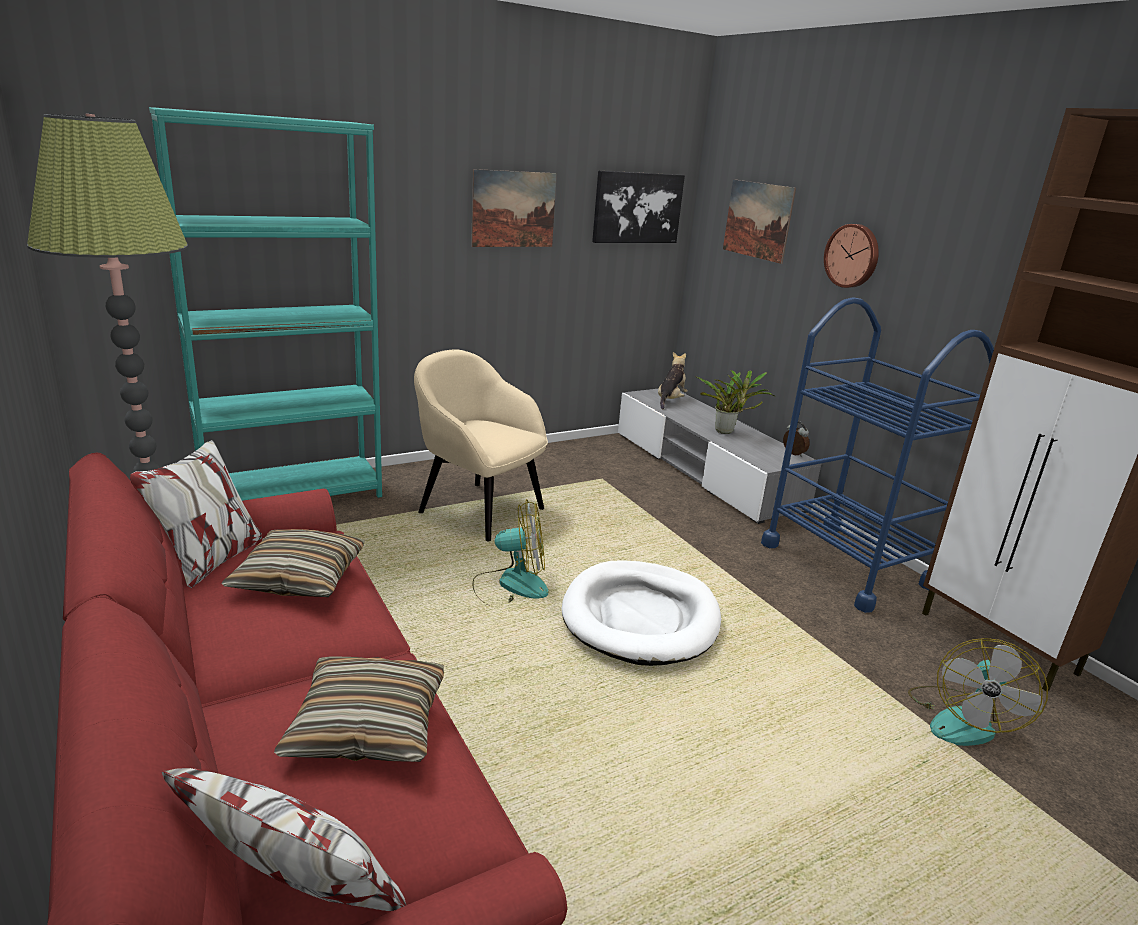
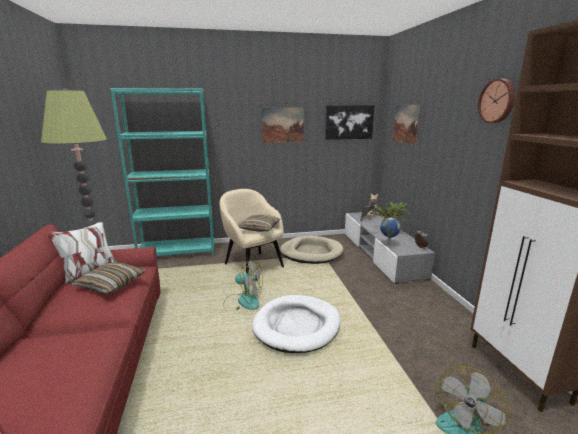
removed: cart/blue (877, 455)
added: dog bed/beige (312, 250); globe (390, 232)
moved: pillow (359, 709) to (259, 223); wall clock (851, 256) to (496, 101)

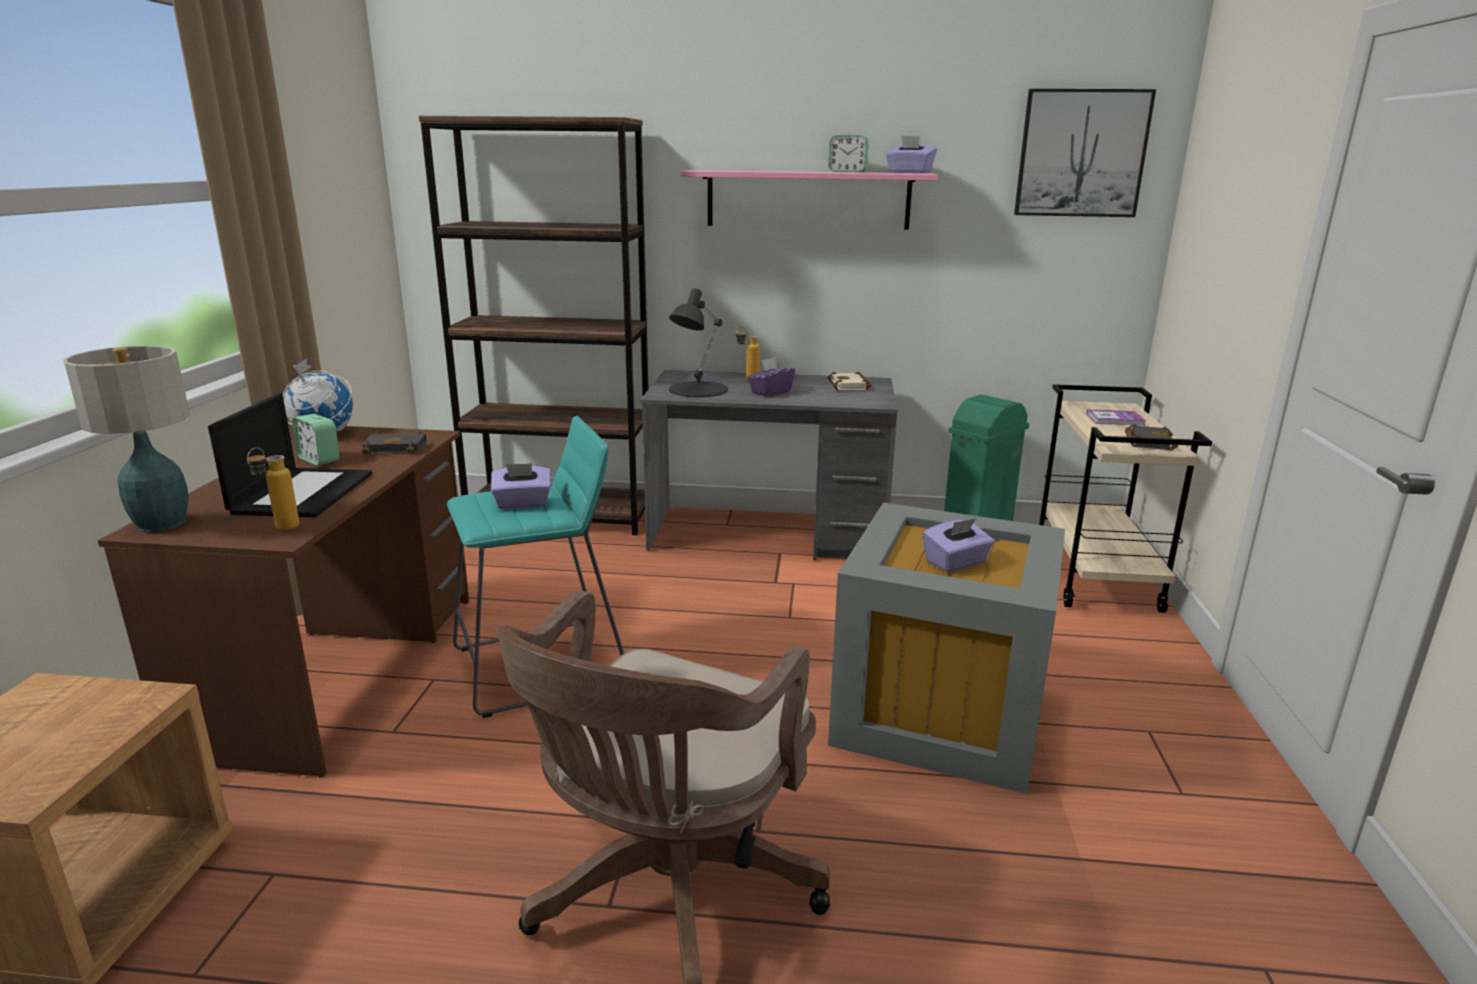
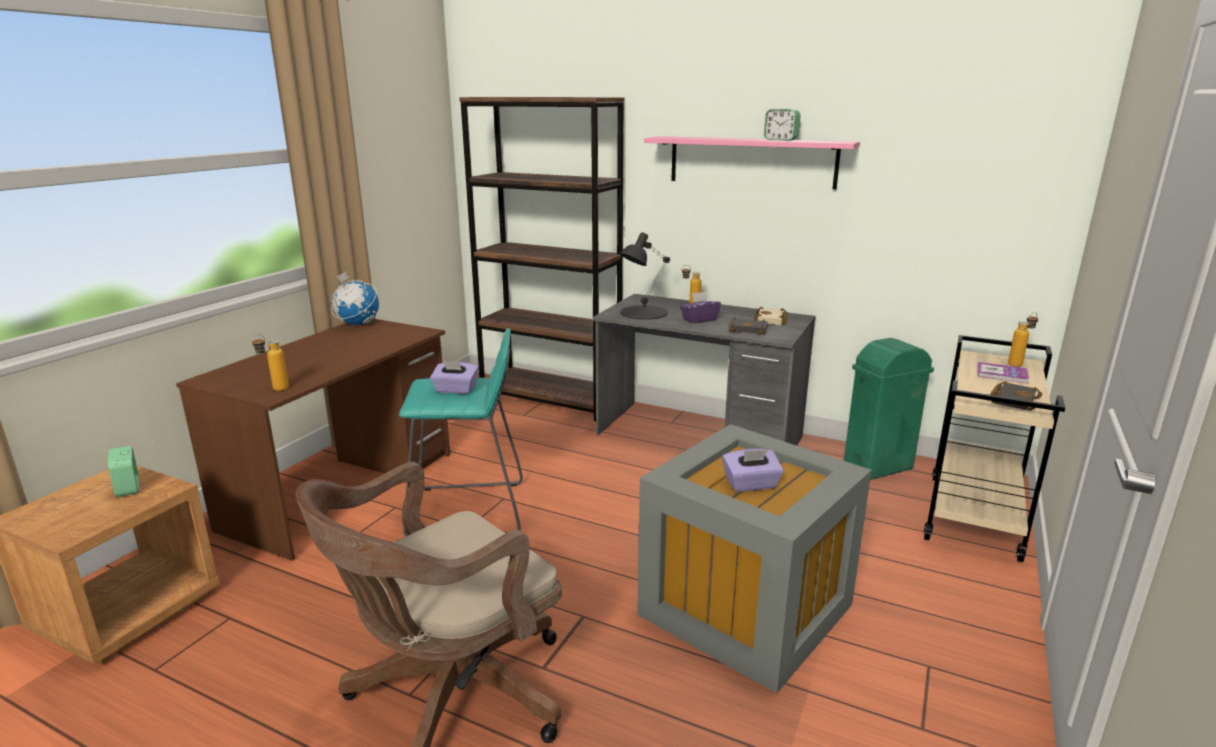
removed: table lamp (127, 438); laptop (290, 455); tissue box/purple (911, 154); picture (1085, 153)
added: bottle (1023, 339)
moved: alarm clock (315, 440) to (123, 471); book/black (394, 443) to (748, 326)

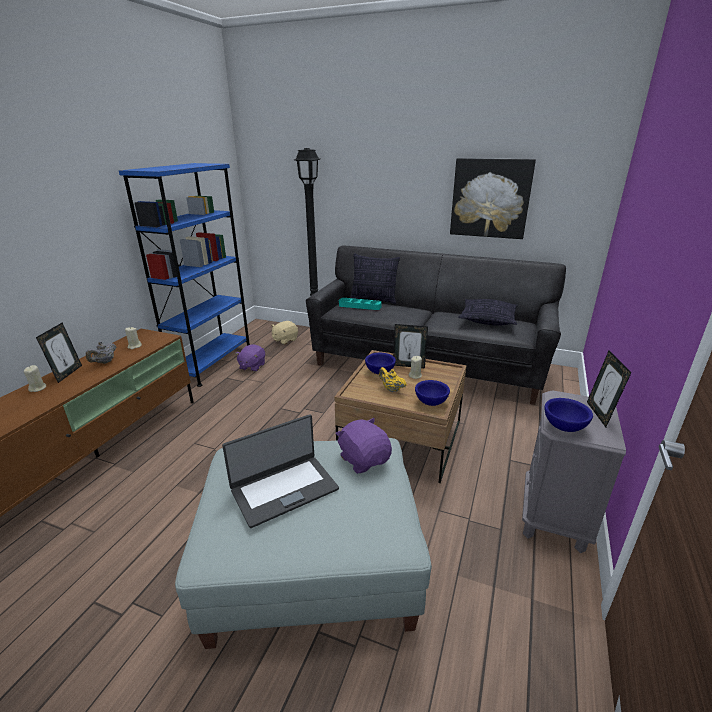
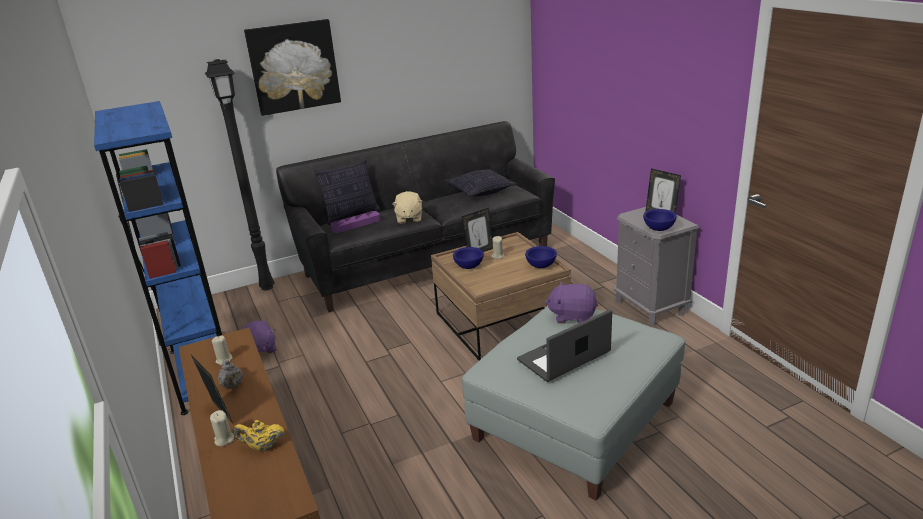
moved: plush toy/beige (284, 333) to (407, 207); teapot/yellow (393, 379) to (259, 435); picture (493, 198) to (292, 67)
recoloured: tray/turquoise (360, 304) to tray/purple (355, 222)
turned: laptop (280, 471) = (564, 345) 135 degrees counterclockwise

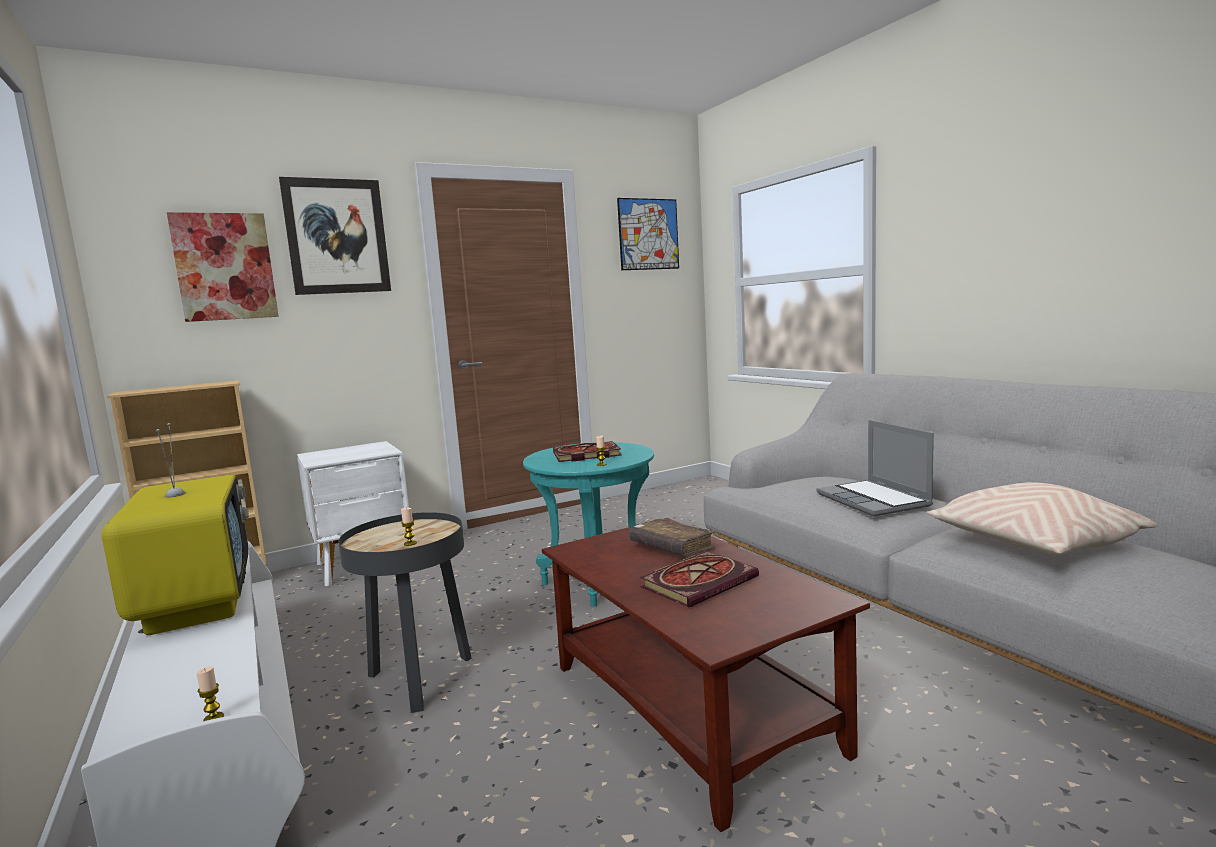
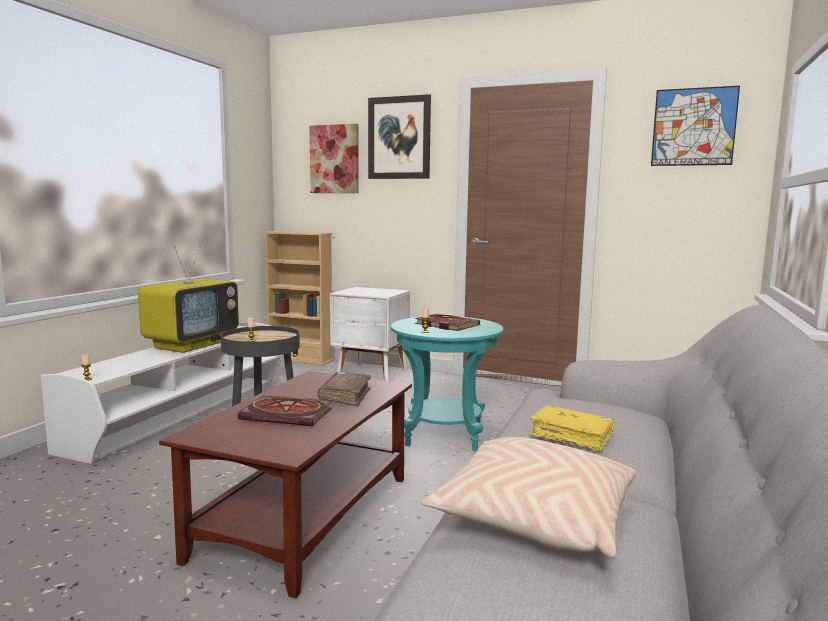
replaced: laptop (875, 468) to book/yellow (571, 428)

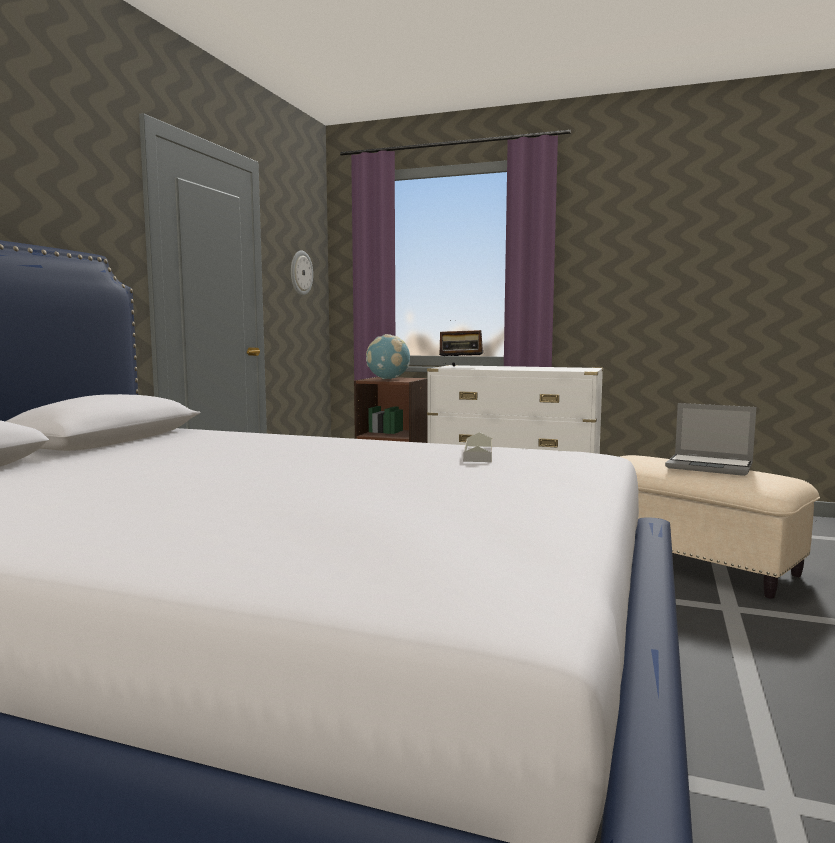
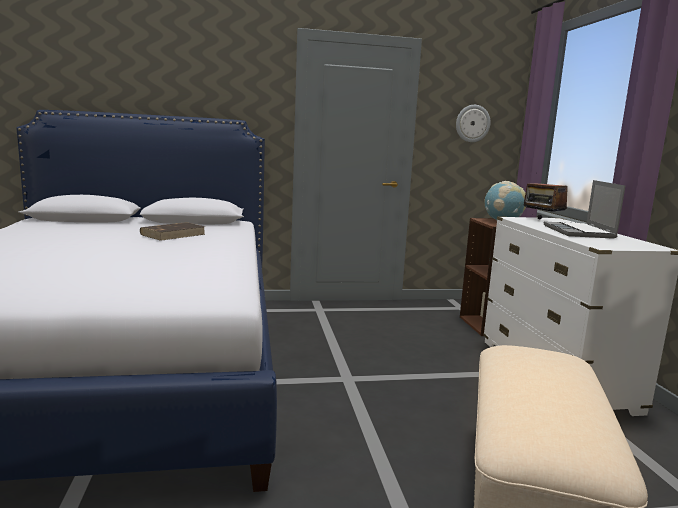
removed: tray/grey (477, 447)
added: book/brown (172, 231)
moved: laptop (710, 439) to (584, 209)

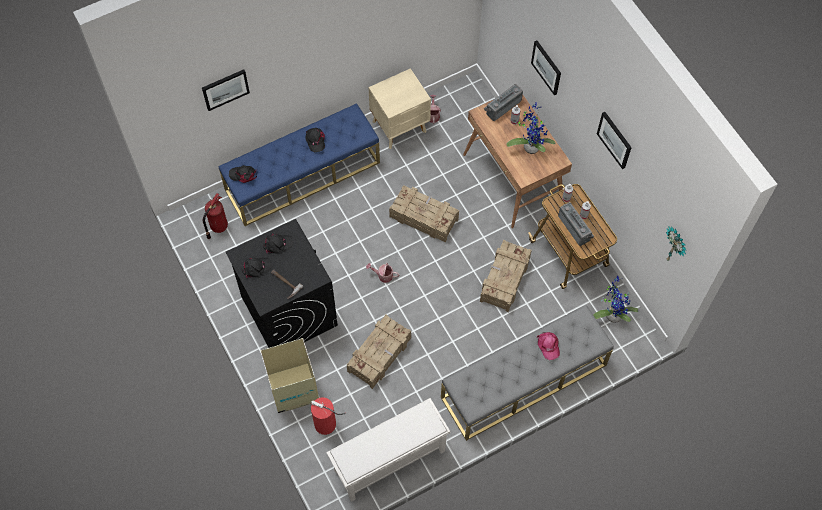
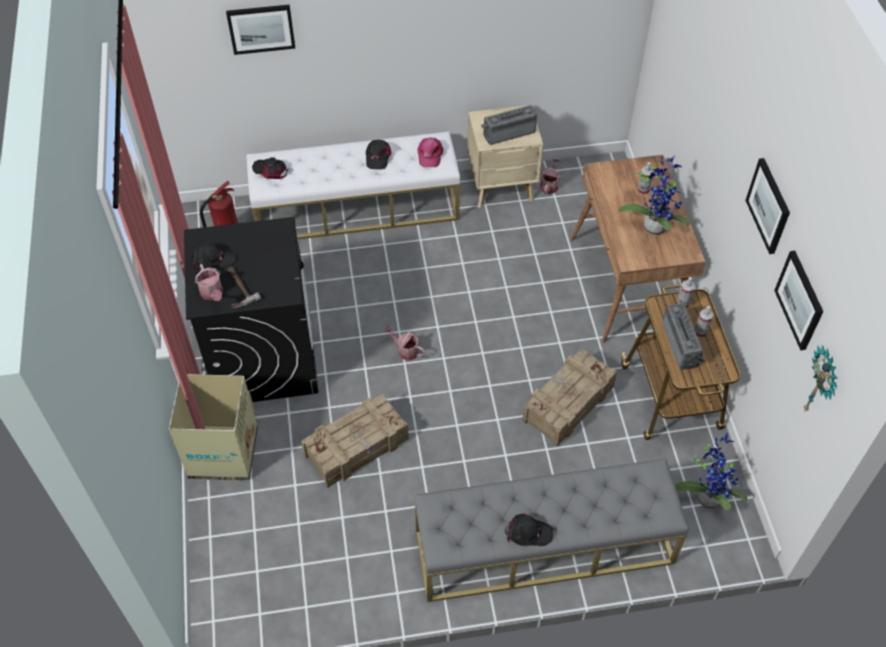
removed: fire extinguisher (328, 416); shoe rack/white (388, 450); crate (424, 214)
added: watering can (209, 282)
moved: cap/black (278, 243) to (529, 530); radio (503, 102) to (509, 125); picture (546, 68) to (798, 300); cap/pink (548, 346) to (430, 152)
recoloured: bench/blue (299, 164) to bench/white (353, 185)

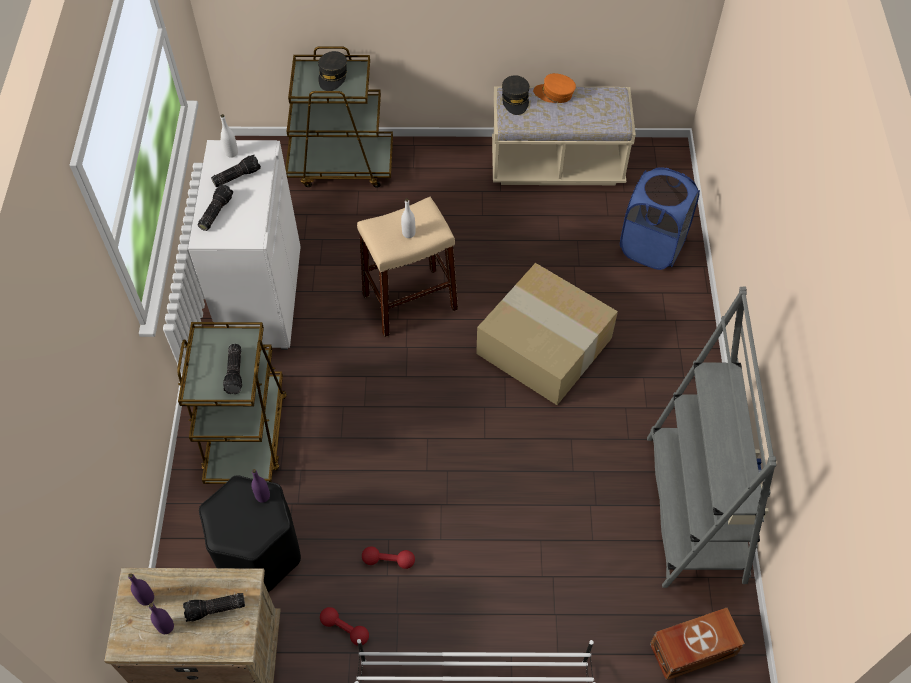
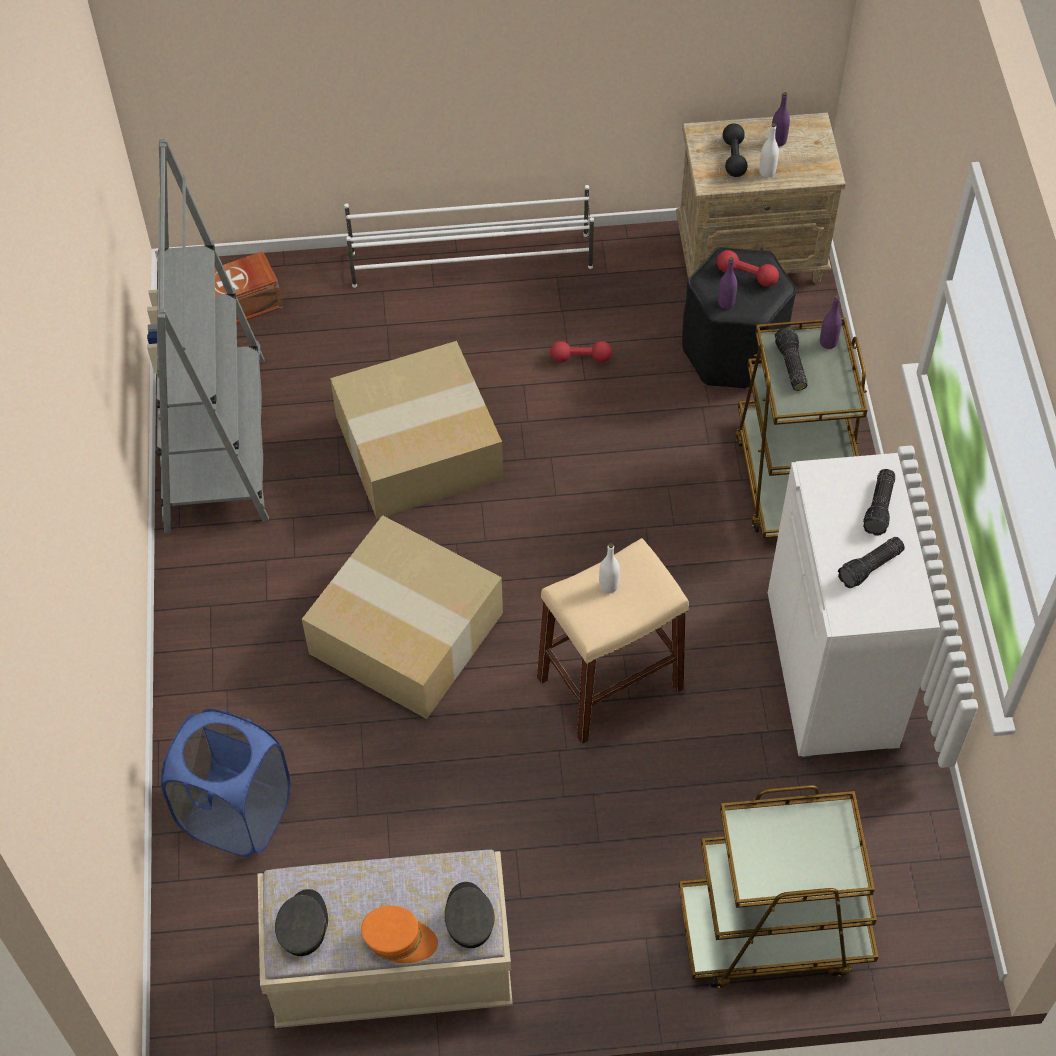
added: cardboard box (416, 430)
moved: bottle/purple (141, 589) to (831, 322); bottle/white (229, 136) to (769, 150); cap/grey (332, 71) to (301, 922); dumbbell/red (344, 626) to (748, 268)
replaced: flashlight (214, 607) to dumbbell/black (735, 150)

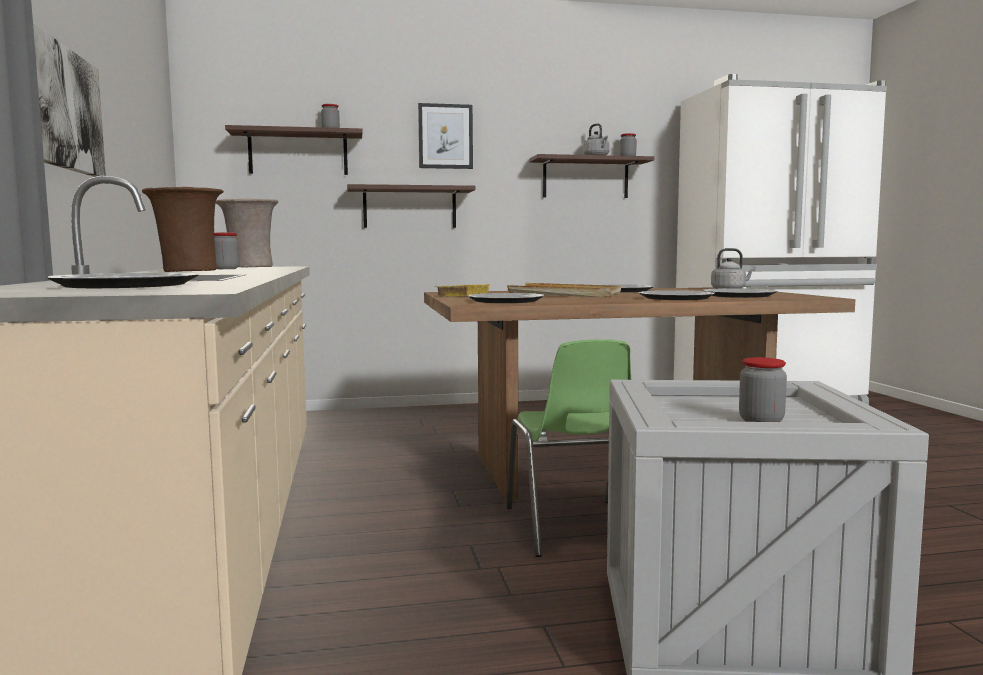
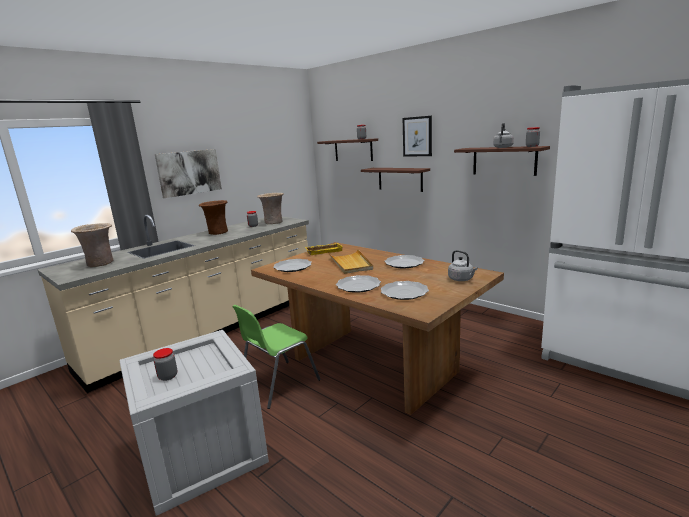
replaced: plate (123, 280) to vase/beige (92, 245)

